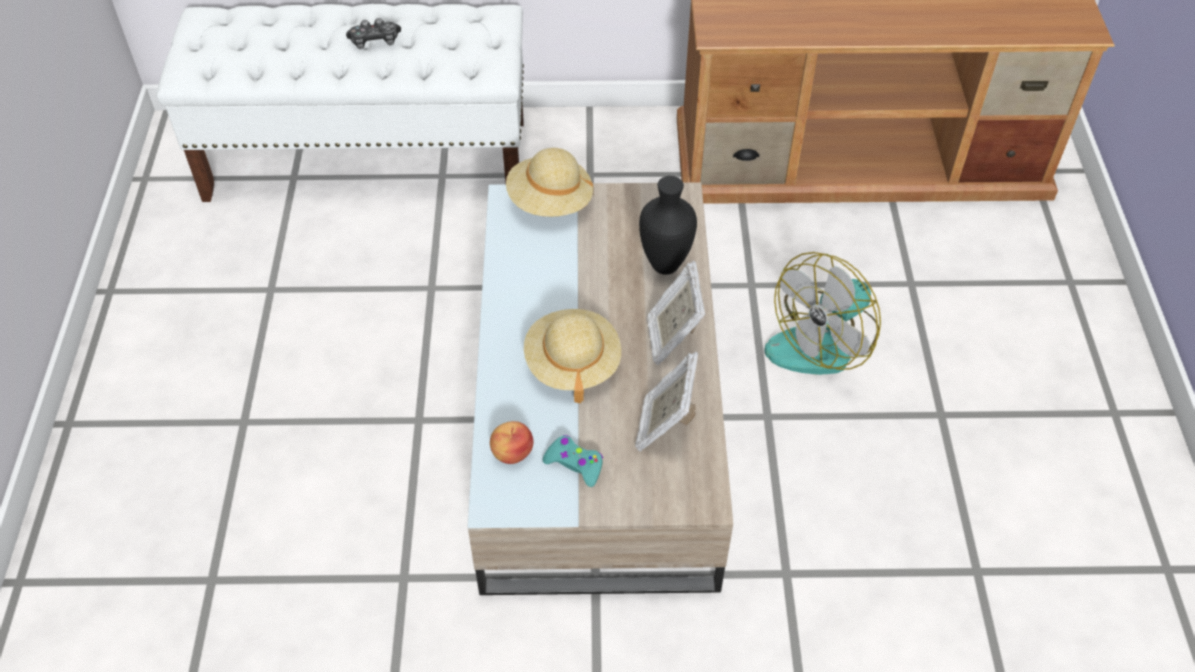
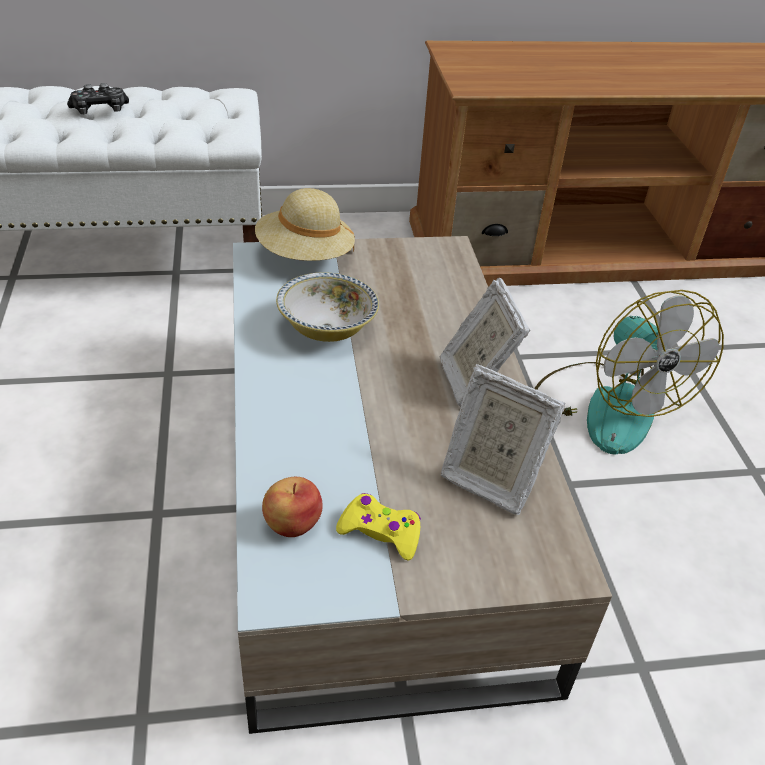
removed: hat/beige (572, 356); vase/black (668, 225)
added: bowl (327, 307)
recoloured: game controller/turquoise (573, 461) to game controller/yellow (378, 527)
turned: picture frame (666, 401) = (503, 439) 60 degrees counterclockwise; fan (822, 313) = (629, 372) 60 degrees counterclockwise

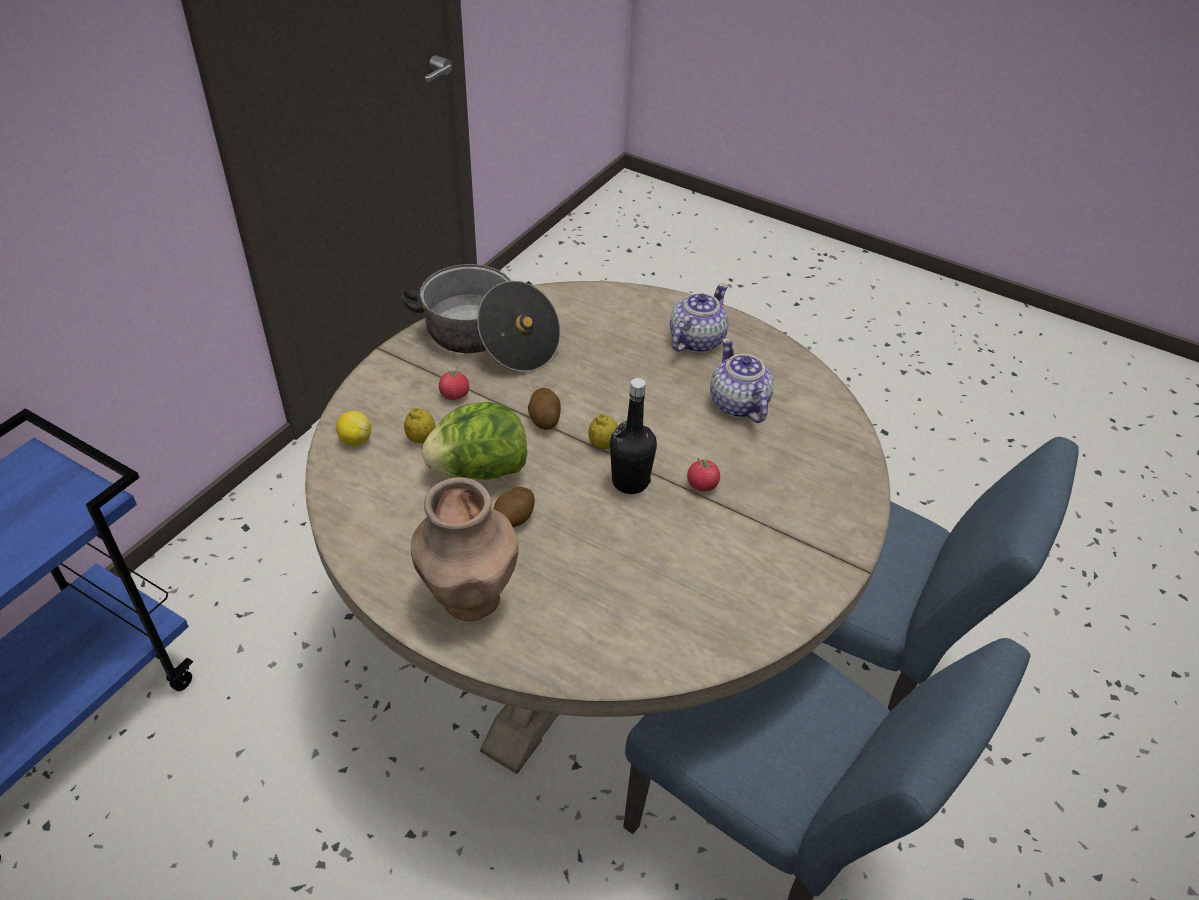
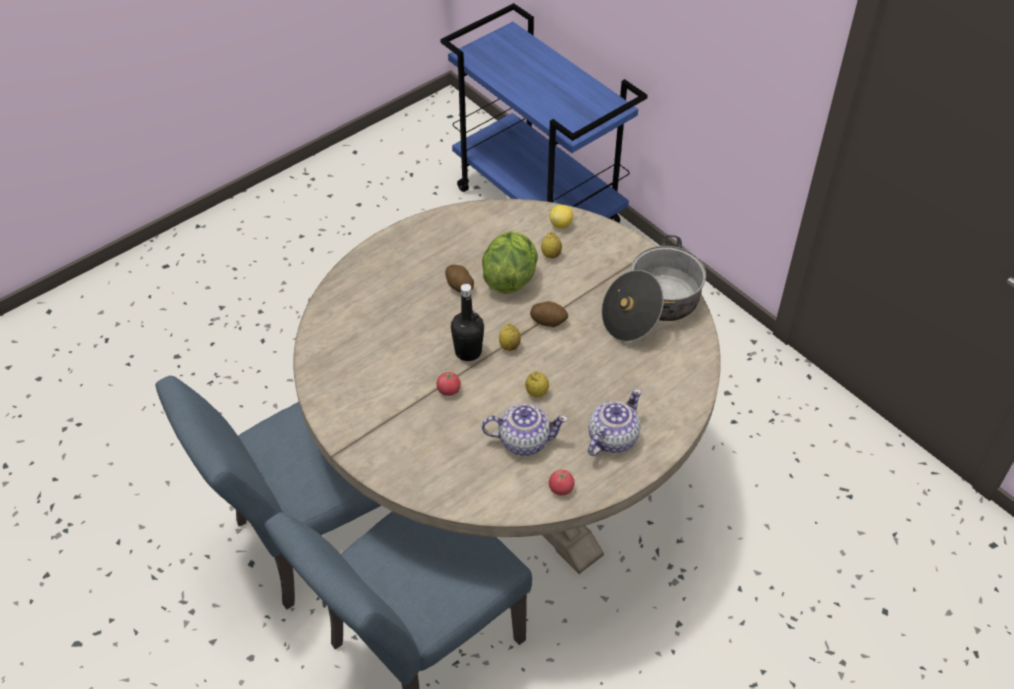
removed: vase/brown (465, 549)
added: lemon (537, 384)
moved: tomato (454, 383) to (562, 483)
turned: teapot (699, 318) = (614, 422) 105 degrees counterclockwise

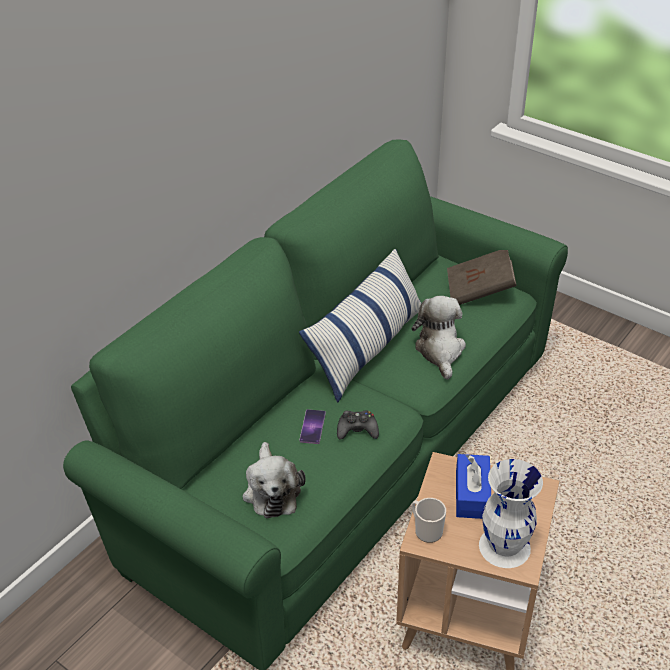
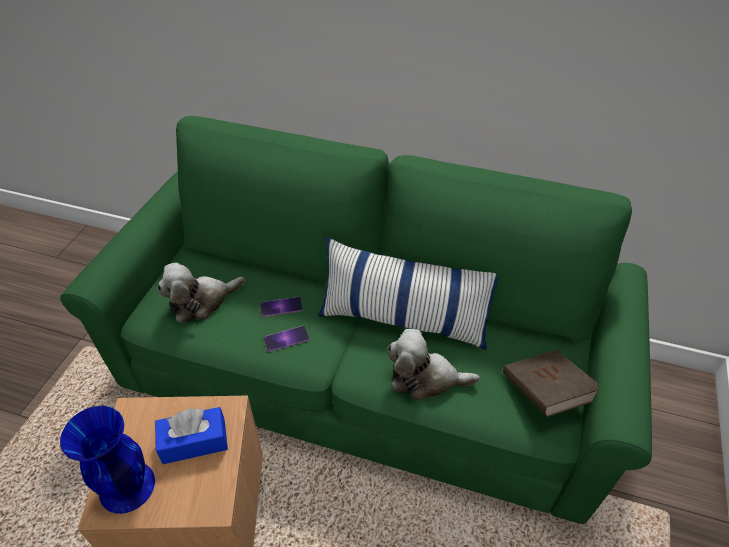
removed: mug (429, 520)
replaced: game controller/black (358, 424) to phone (286, 339)
recoloured: vase/white (511, 513) to vase/blue (107, 460)
turned: plush toy (439, 338) = (433, 365) 150 degrees counterclockwise

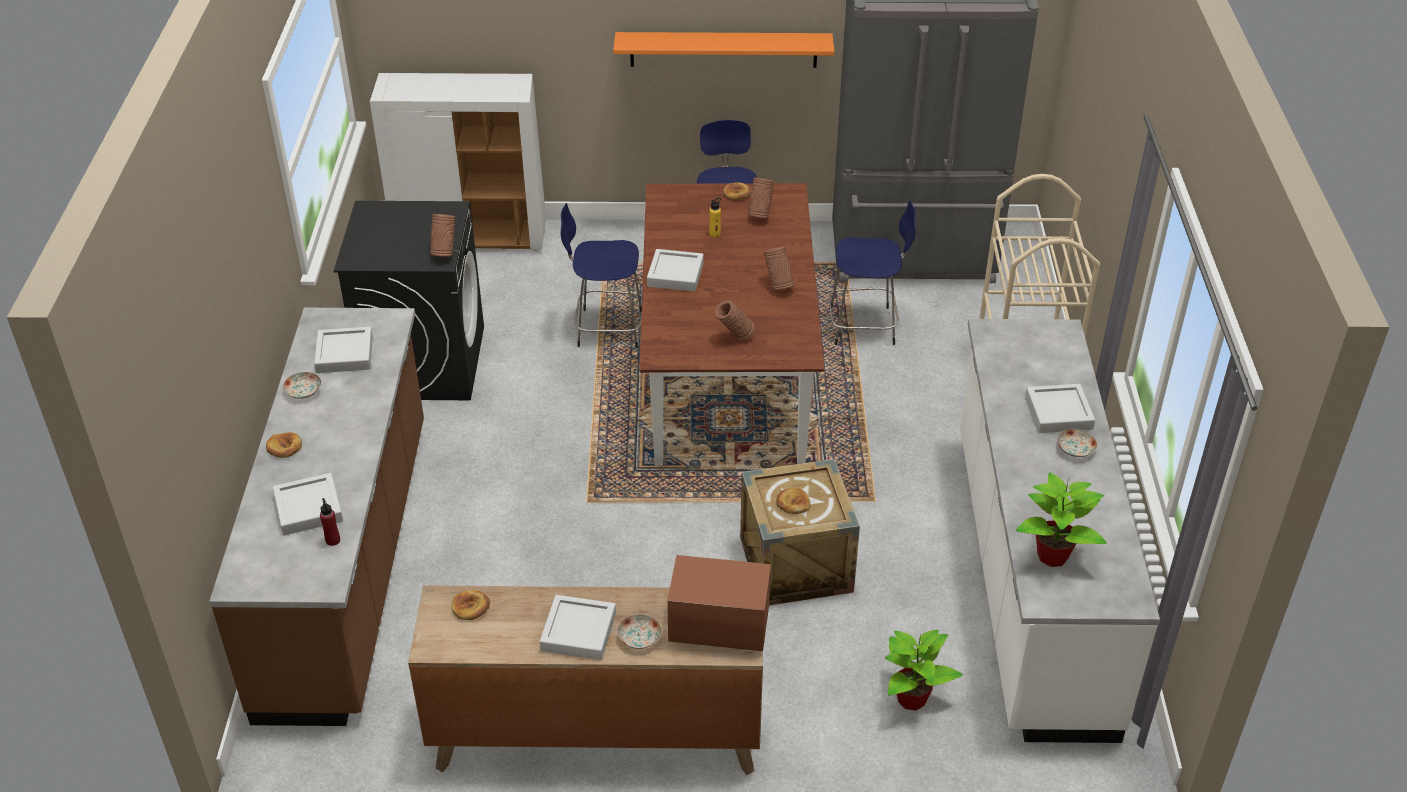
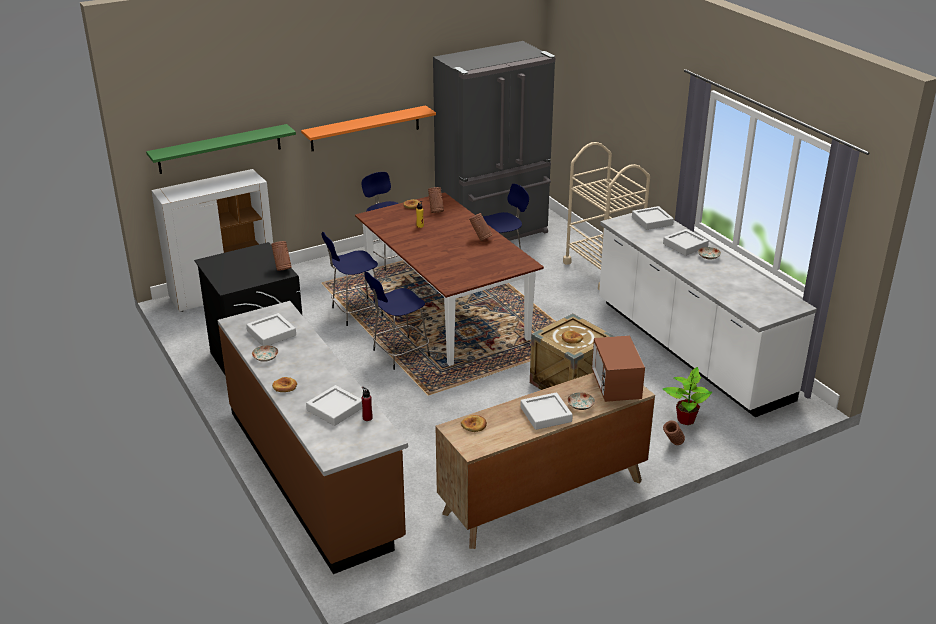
removed: potted plant (1061, 519)
added: shelf/green (221, 149); stool/blue (397, 321)
moved: tray/grey (675, 270) to (653, 218); vase/brown (735, 320) to (674, 432)
turned: microwave (719, 603) = (618, 369) 75 degrees counterclockwise

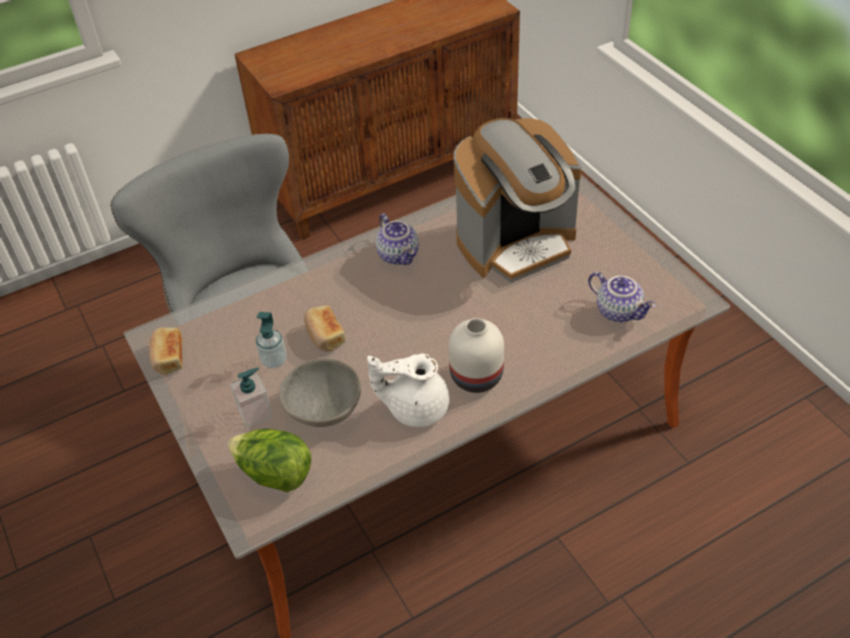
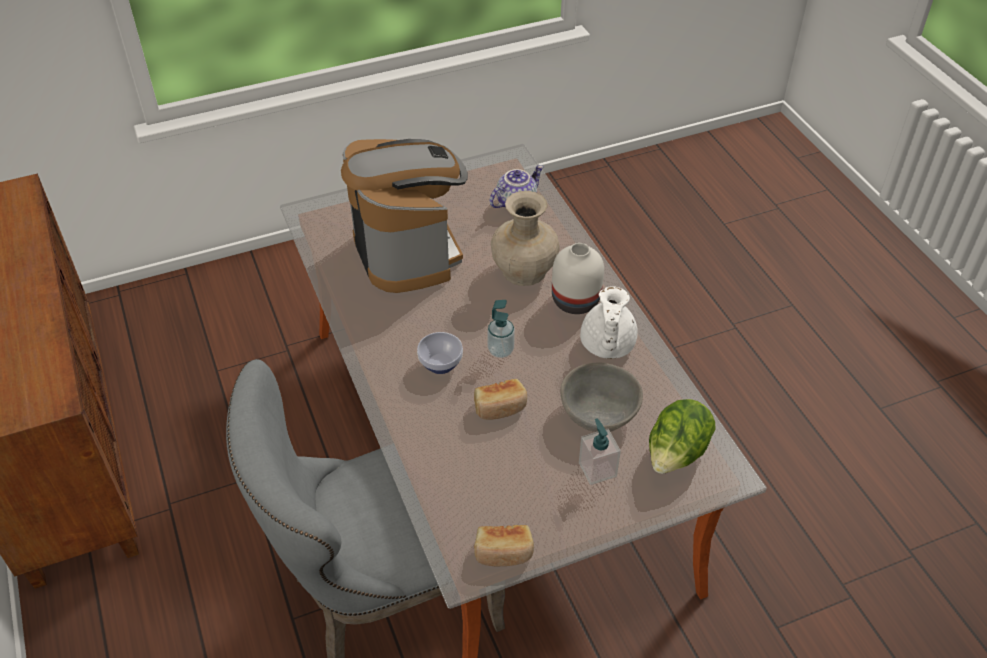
removed: teapot (397, 239)
added: bowl (440, 353); vase/beige (525, 238)
moved: soap dispenser (271, 340) to (501, 329)

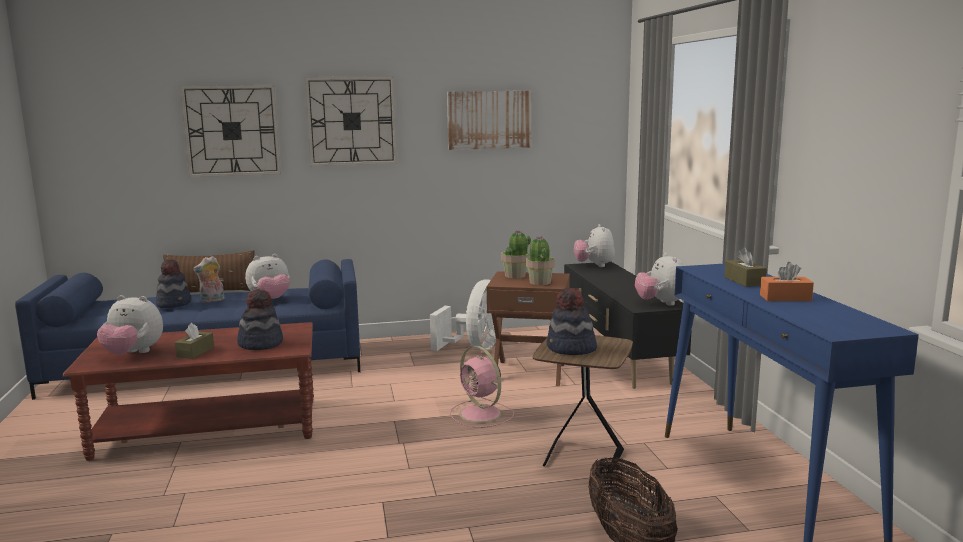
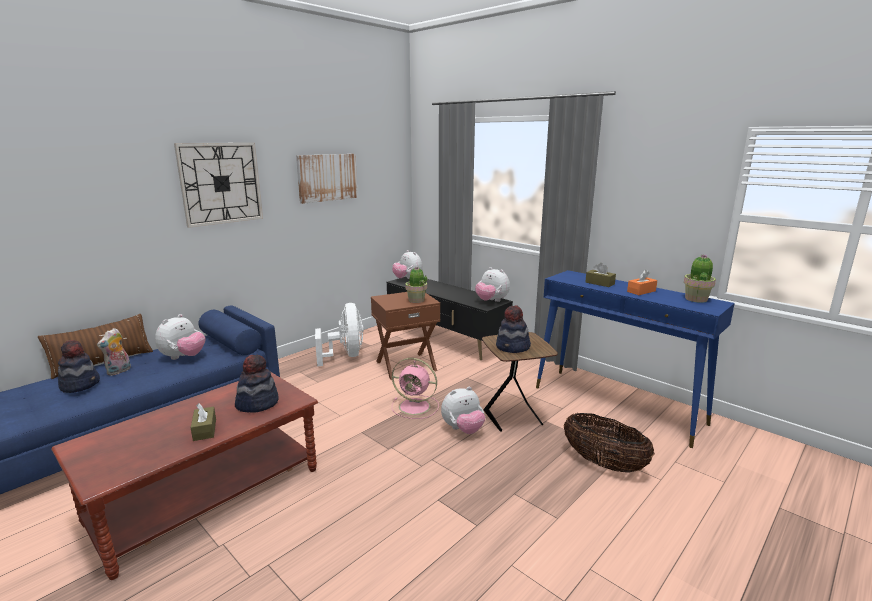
removed: wall clock (230, 131)
moved: plush toy (130, 325) to (463, 410); potted plant (516, 254) to (700, 278)

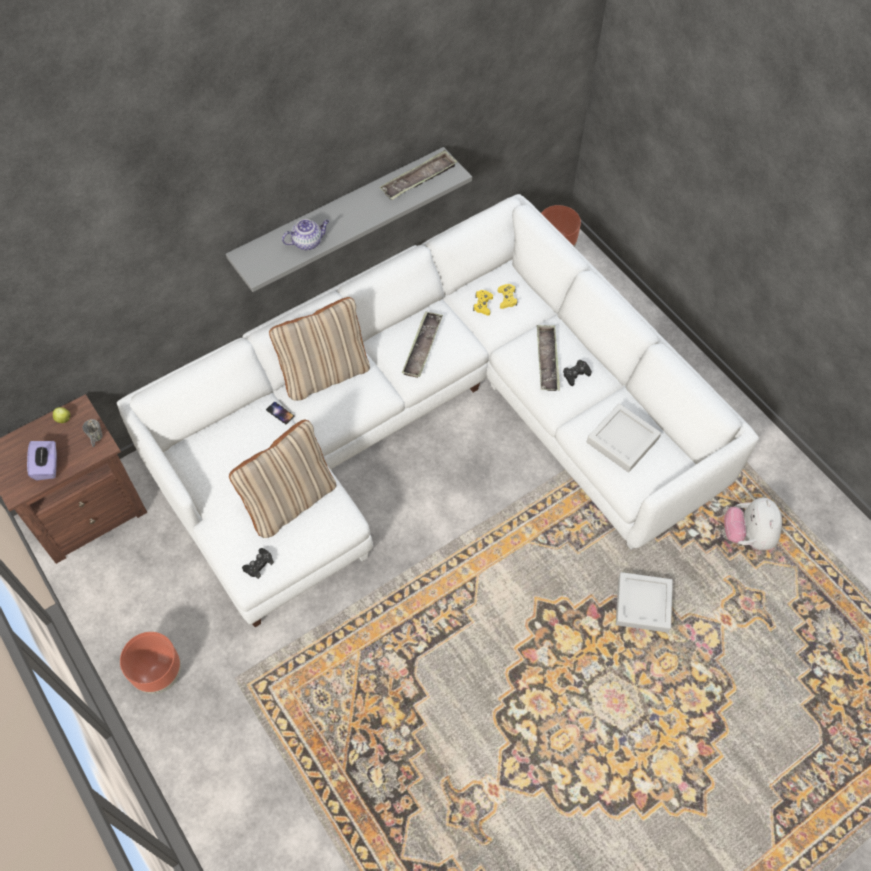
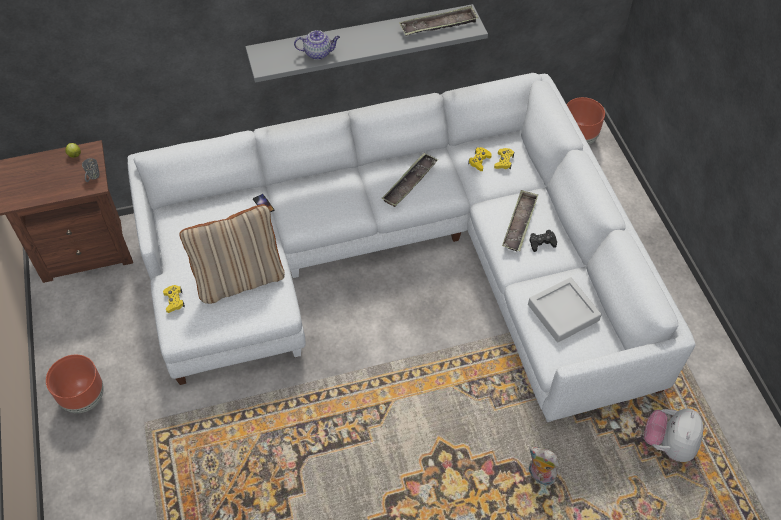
removed: tissue box/purple (42, 460); game controller/black (258, 563); pillow/beige (319, 349)
added: game controller/yellow (174, 299)
replaced: tray/grey (644, 602) to plush toy (544, 466)

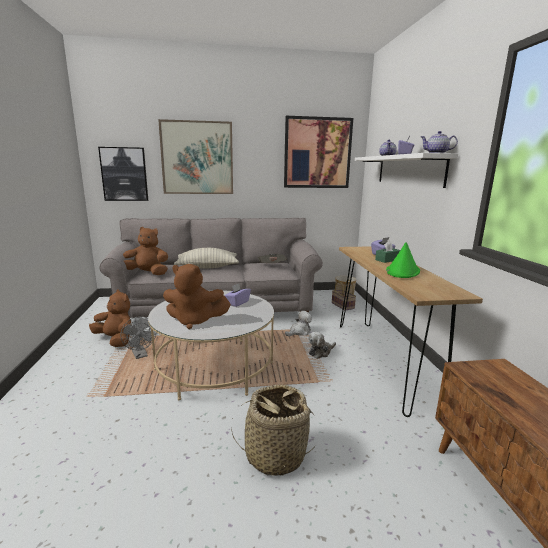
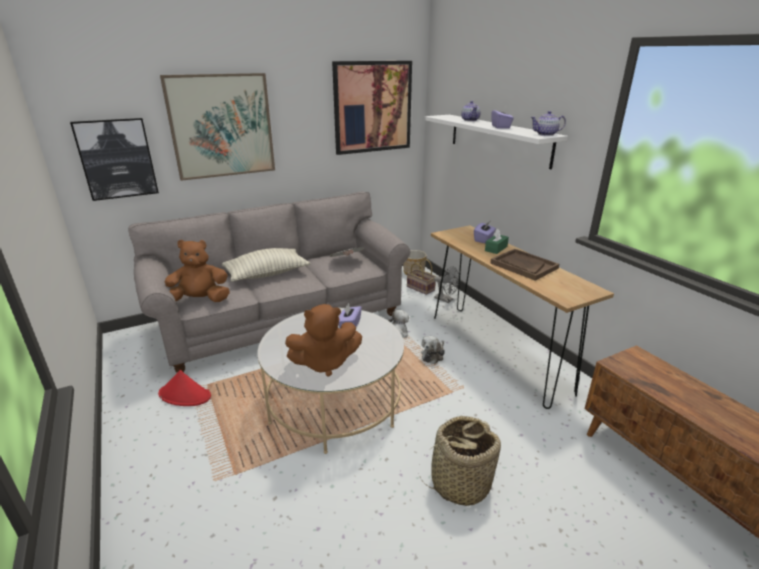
moved: fan/grey (139, 337) to (446, 284)
replaced: plush toy/brown (110, 318) to hat/red (184, 388); hat/green (403, 260) to tray/brown (524, 265)

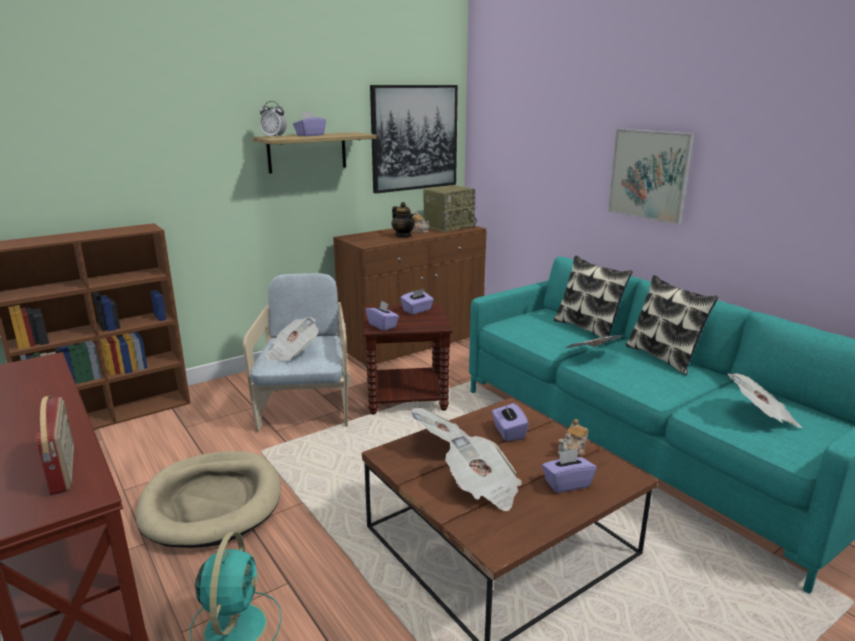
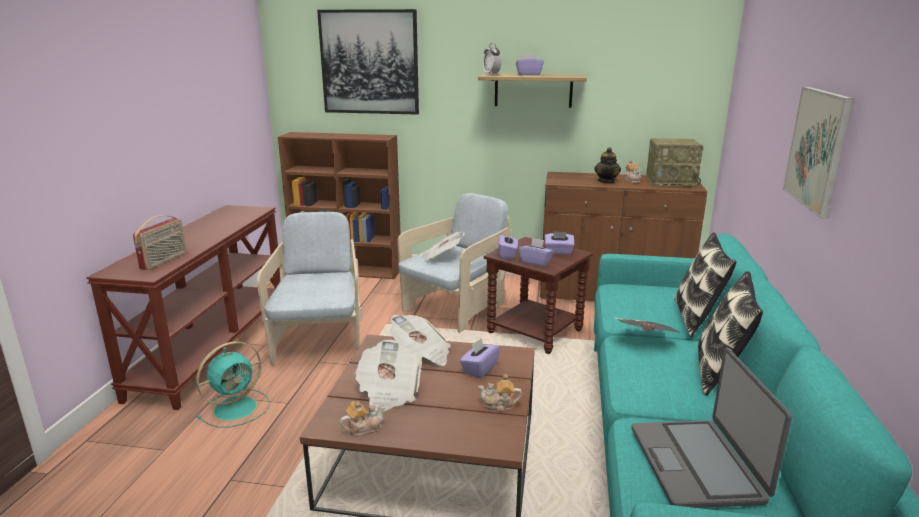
added: teapot (362, 419)
moved: picture (414, 139) to (368, 62); tissue box/purple (569, 471) to (536, 252)
replaced: dog bed/beige (208, 499) to armchair/beige (309, 288); newspaper (765, 400) to laptop (711, 427)

